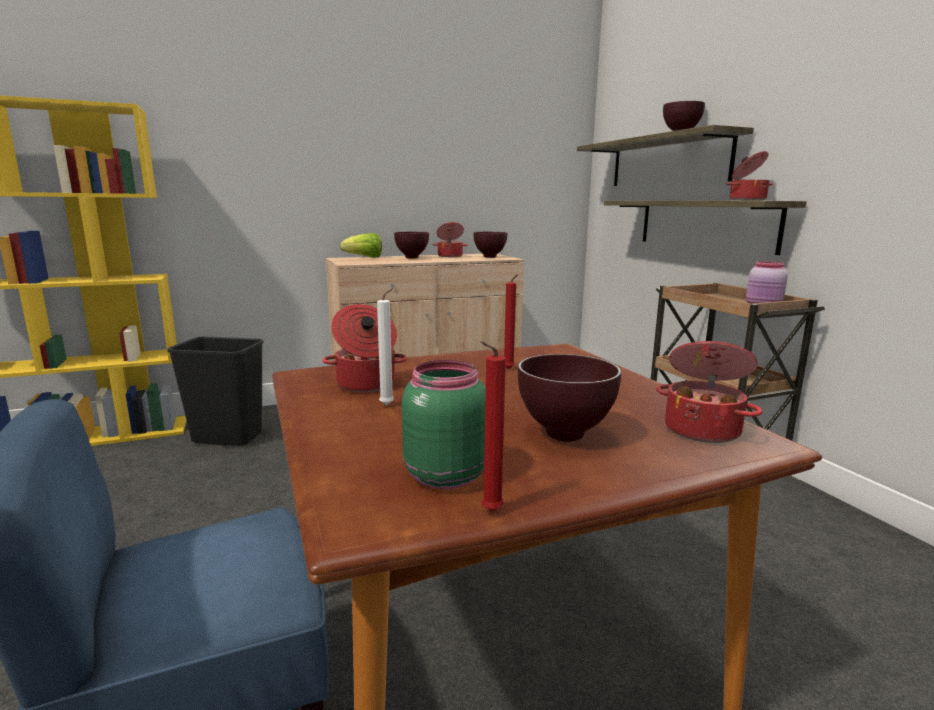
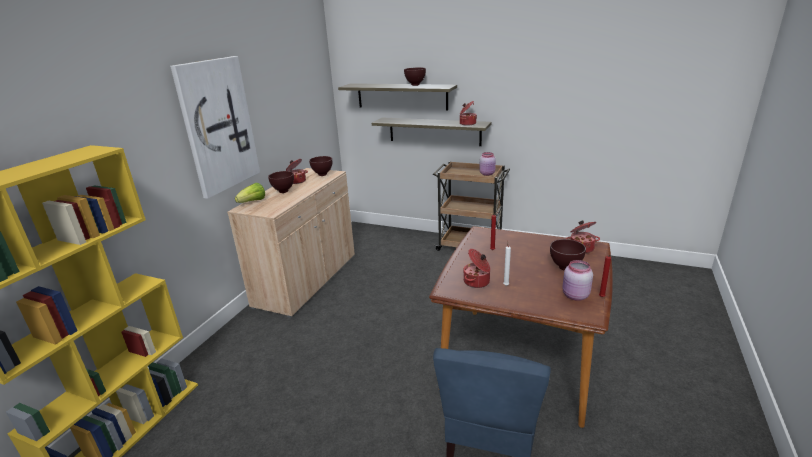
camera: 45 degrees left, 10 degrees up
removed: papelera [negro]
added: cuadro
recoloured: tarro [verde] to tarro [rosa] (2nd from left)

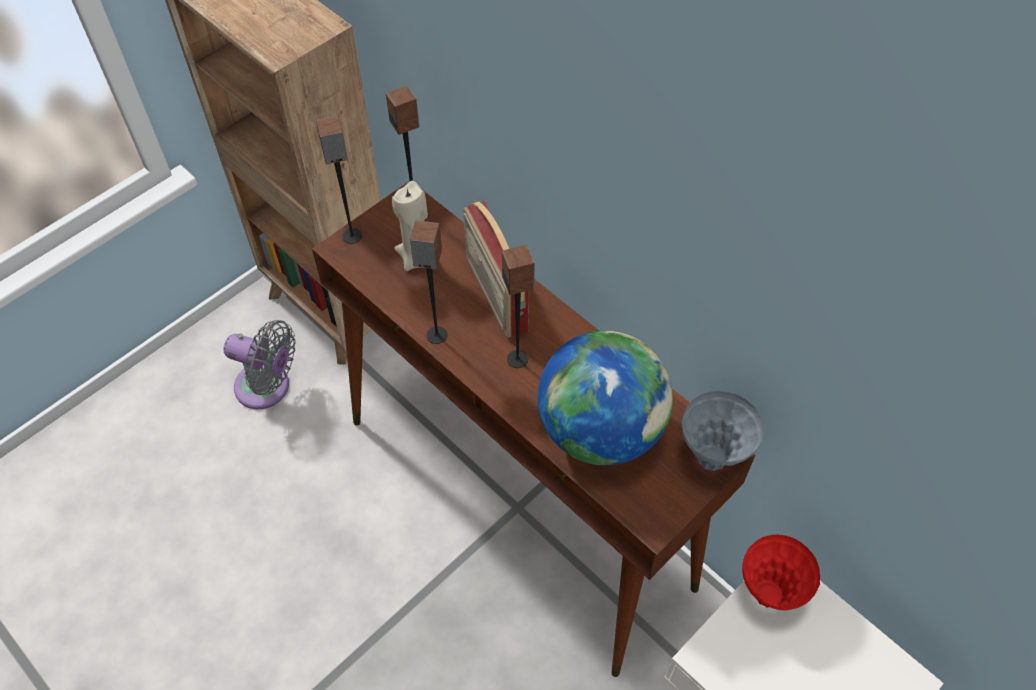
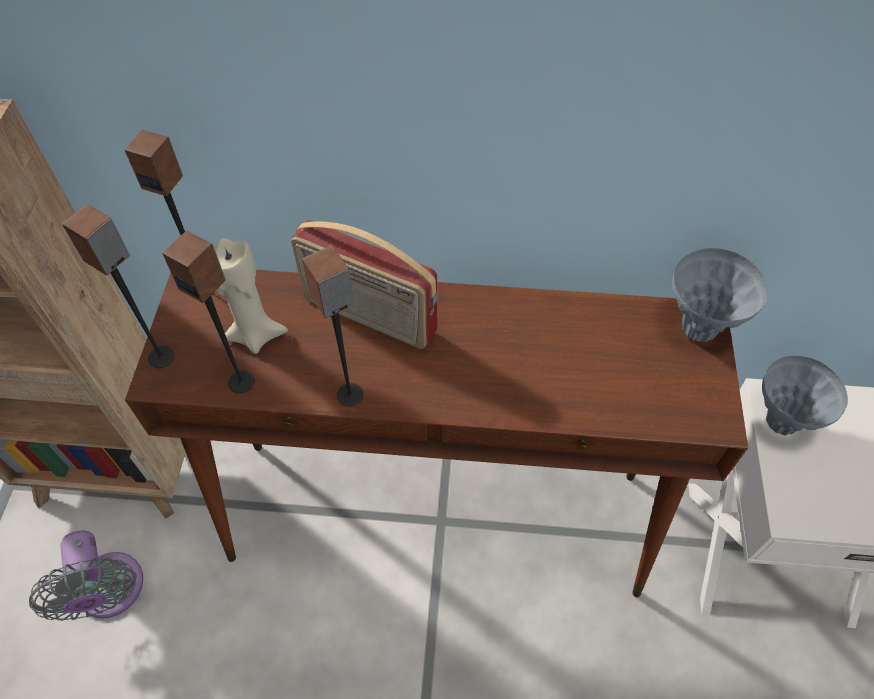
camera: 40 degrees left, 0 degrees up
removed: globo terráqueo
moved: altavoz (4th from left in the first image) to altavoz (3rd from left)
recoloured: florero [rojo] to florero [gris] (2nd from left)
turned: ventilador [gris] 90 degrees clockwise

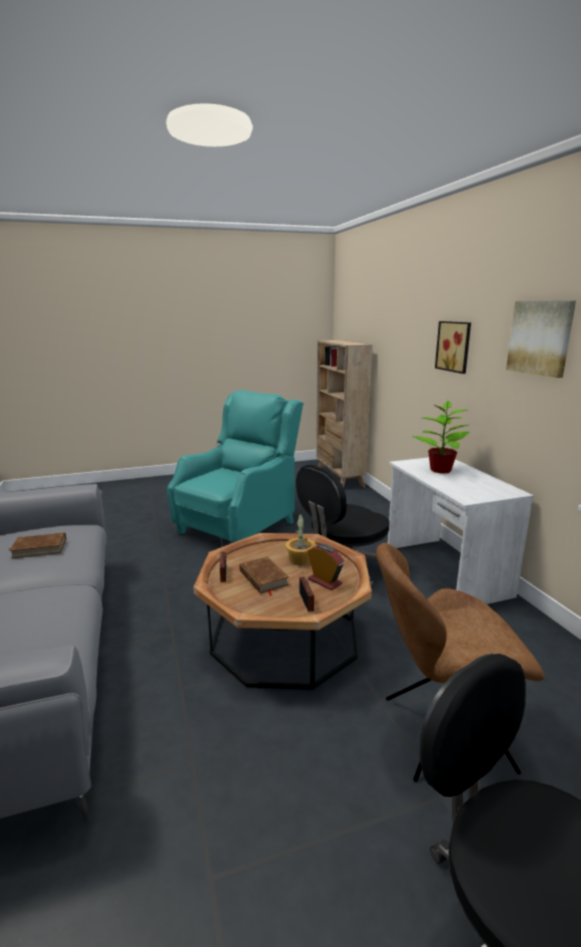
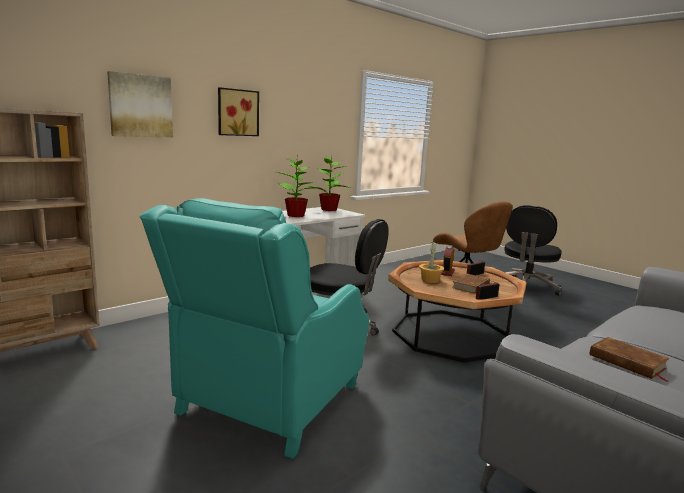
camera: 115 degrees left, 5 degrees down
added: planta en maceta (2nd from left)
moved: cuadro (2nd from left in the first image) to cuadro (1st from left)
turned: sillón [turquesa] 75 degrees counterclockwise

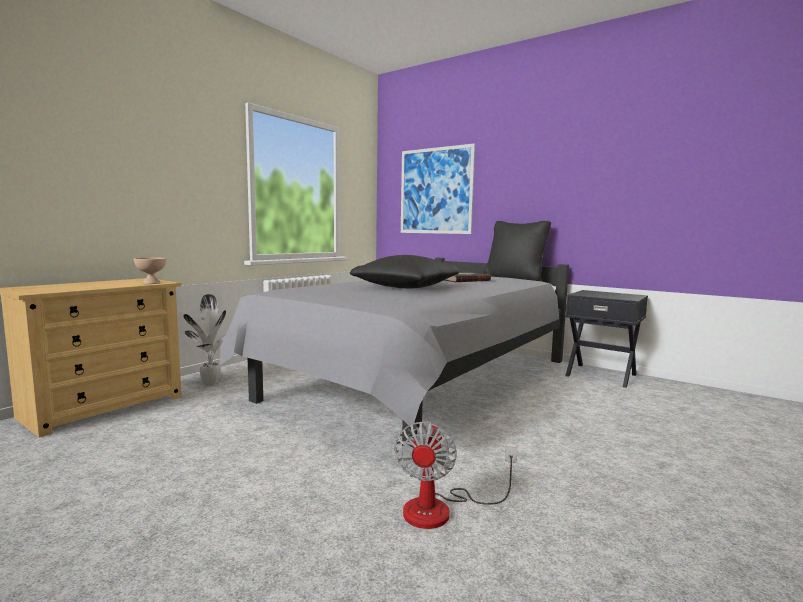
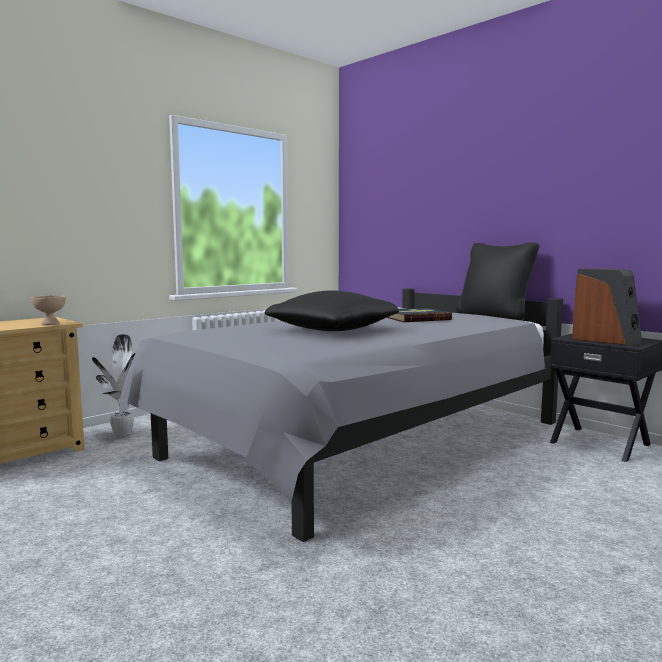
camera: 10 degrees right, 0 degrees up
removed: cuadro; ventilador
added: altavoz

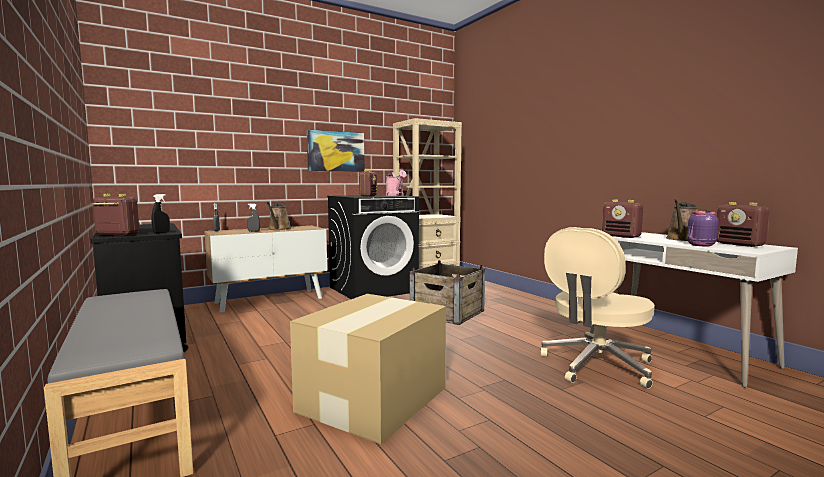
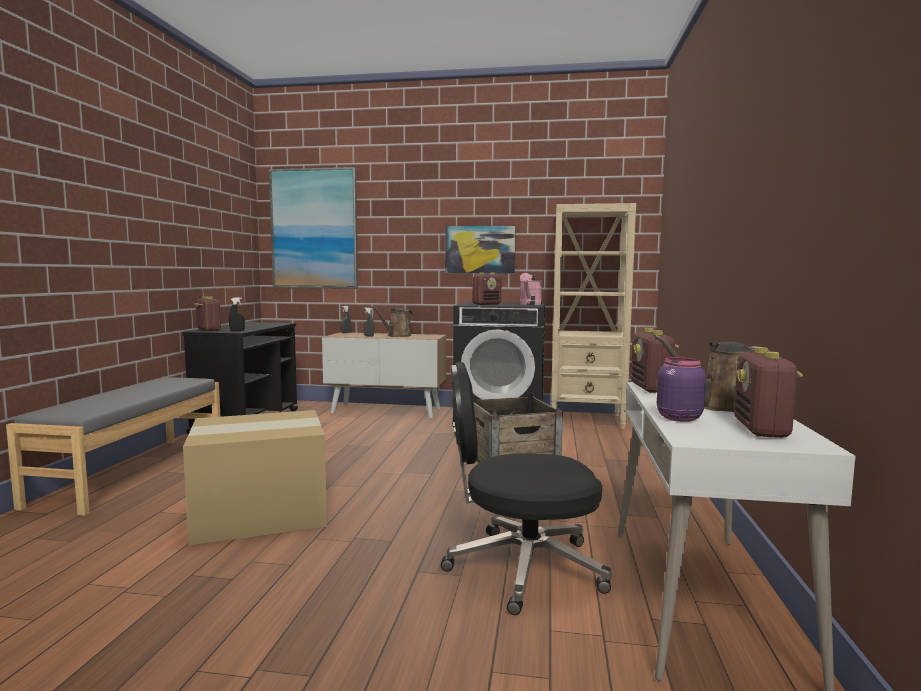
camera: 40 degrees right, 0 degrees up
added: cuadro (1st from left)
recoloured: silla de oficina [beis] to silla de oficina [negro]

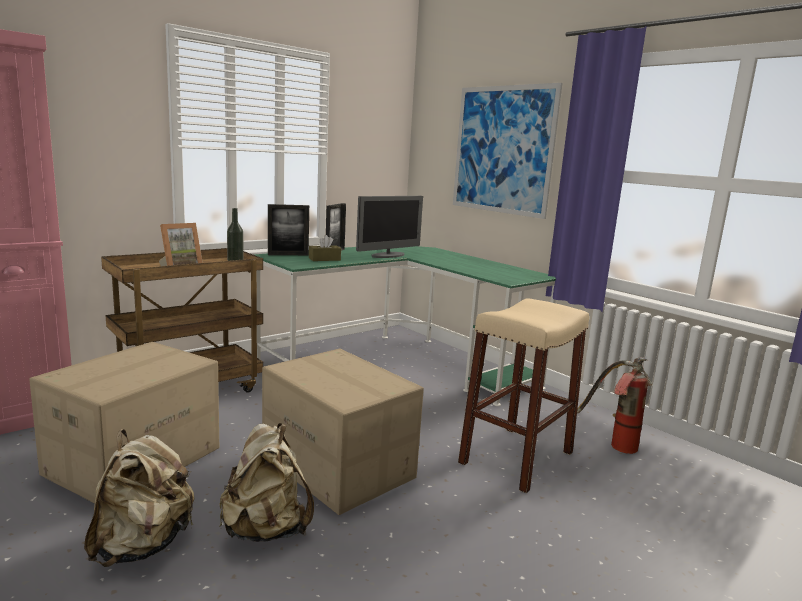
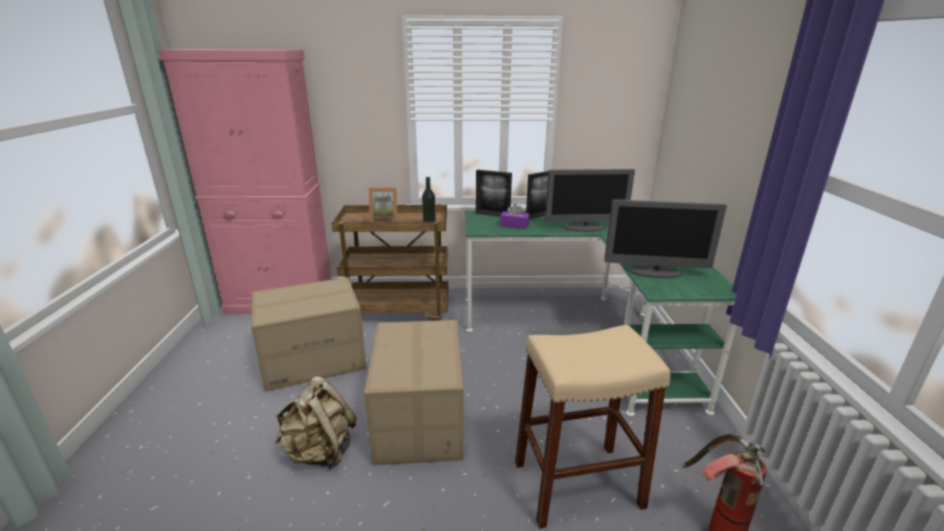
camera: 40 degrees right, 10 degrees up
removed: cuadro; mochila [beis] (1st from left)
added: monitor (2nd from left)
recoloured: caja de pañuelos [marrón] to caja de pañuelos [morado]

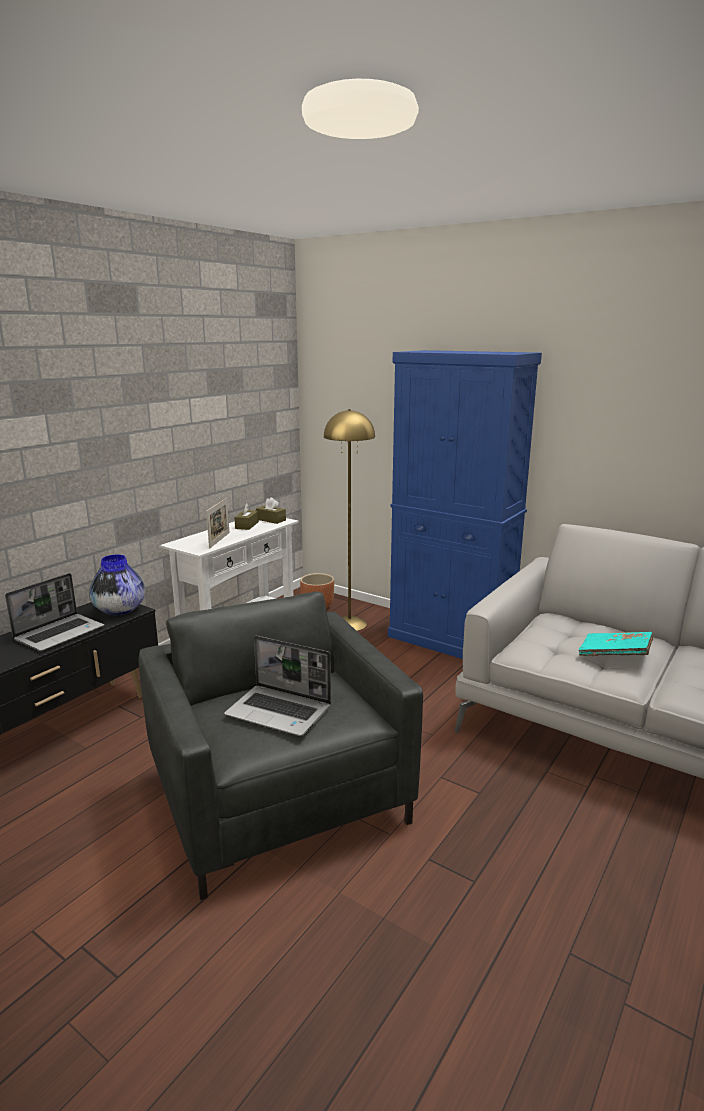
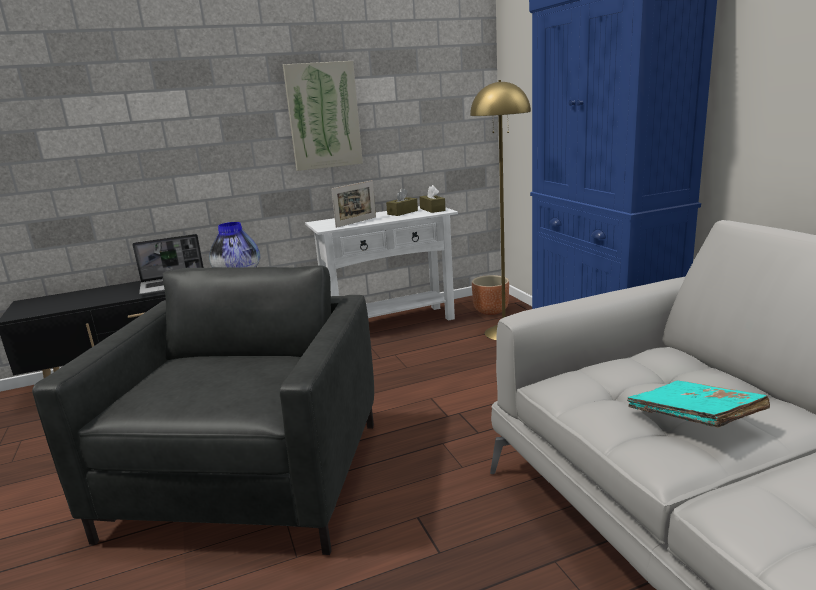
camera: 35 degrees right, 0 degrees up
removed: portátil (2nd from left)
added: cuadro

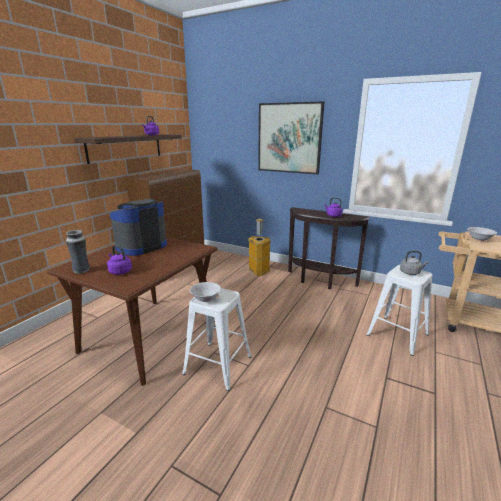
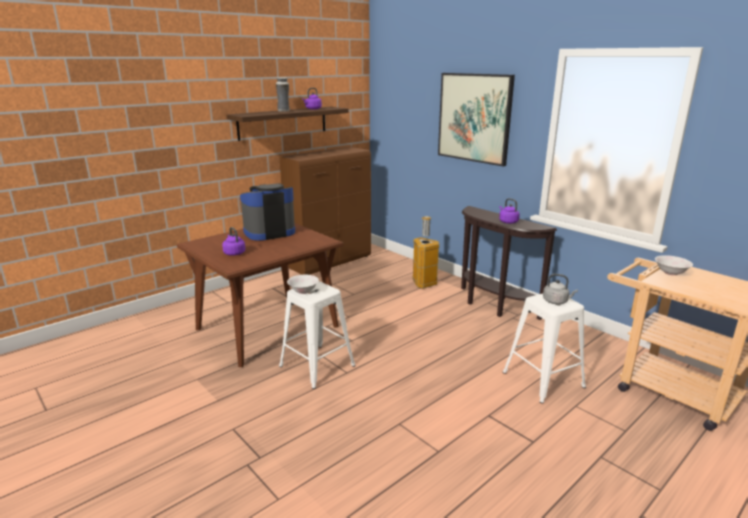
camera: 20 degrees right, 0 degrees up
moved: florero

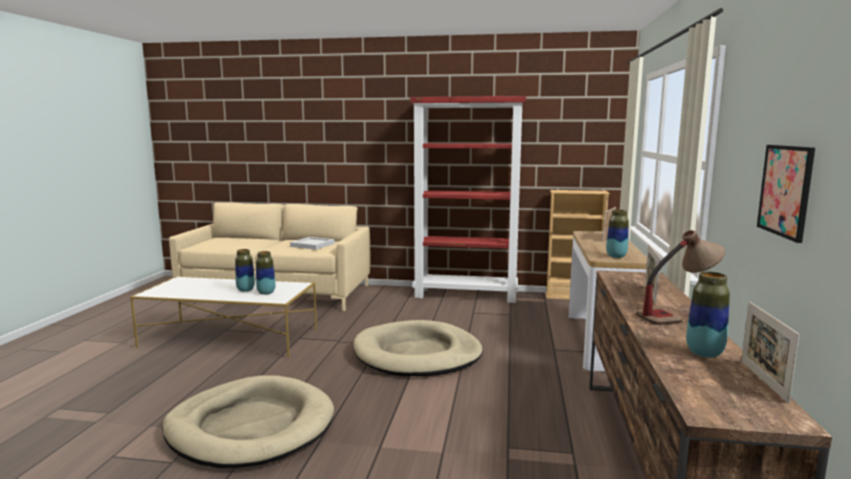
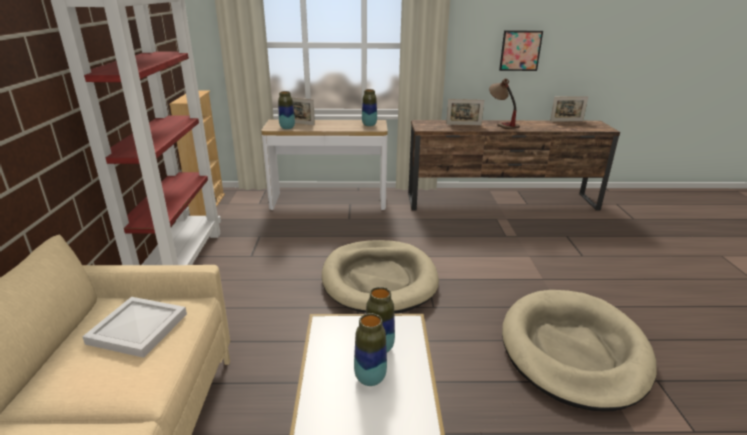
camera: 100 degrees left, 15 degrees up
moved: florero (4th from left in the first image) to florero (1st from left)

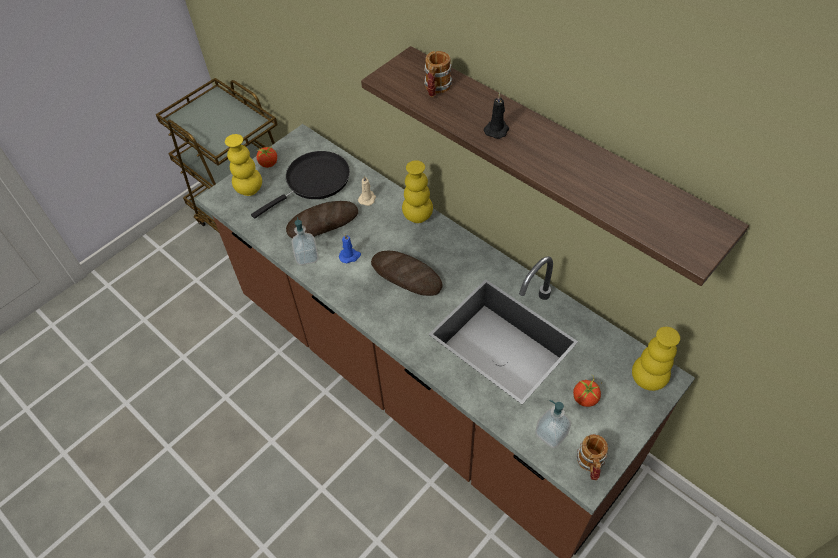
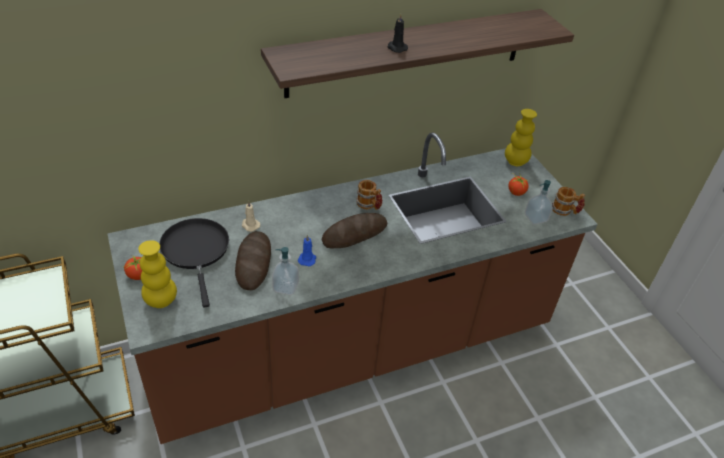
camera: 70 degrees left, 10 degrees down
removed: florero [amarillo] (2nd from left)
moved: taza grande (1st from left)

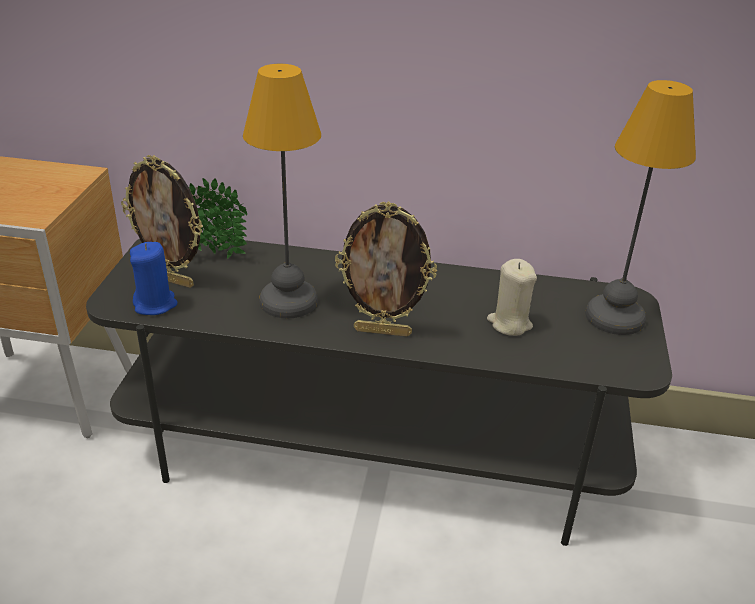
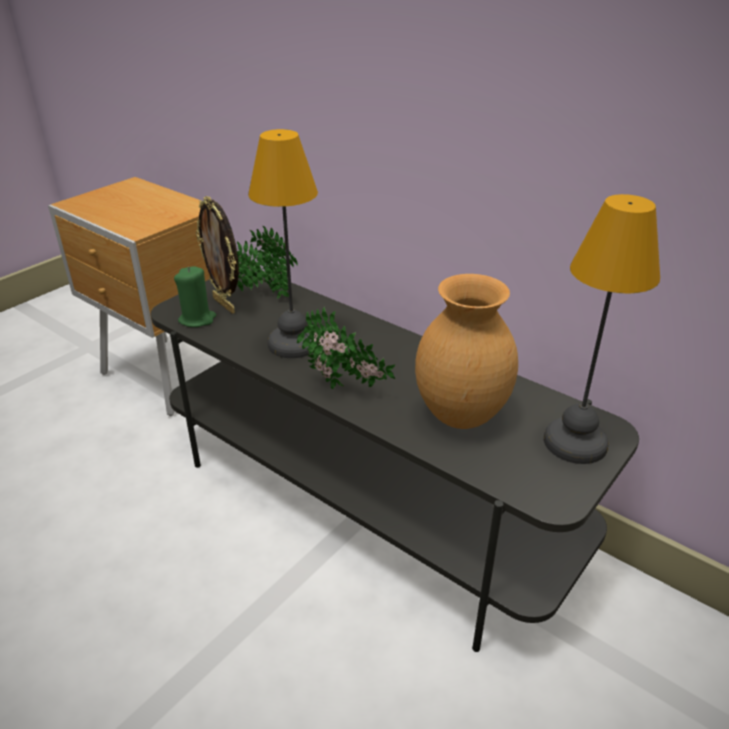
camera: 30 degrees right, 0 degrees up
replaced: portarretratos (2nd from left) to planta en maceta (2nd from left); vela [beis] to florero [marrón]
recoloured: vela [azul] to vela [verde]

